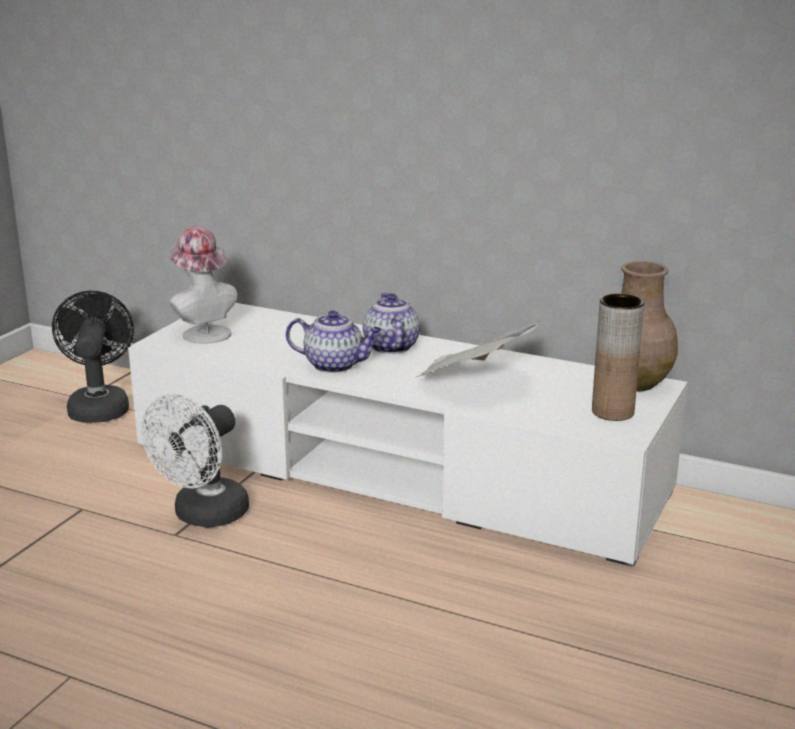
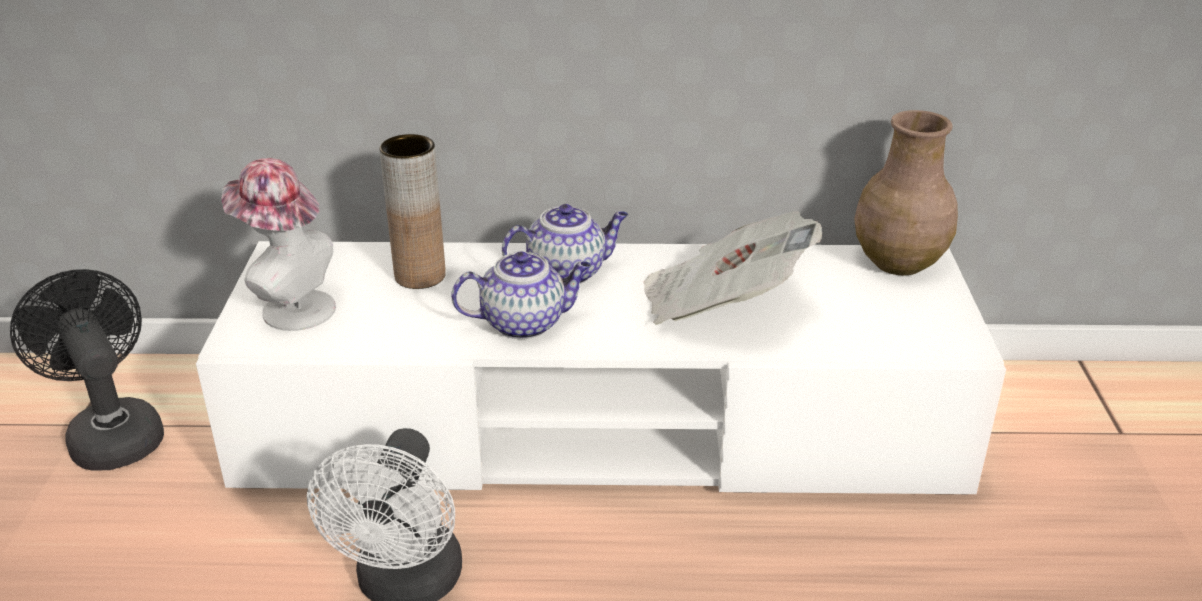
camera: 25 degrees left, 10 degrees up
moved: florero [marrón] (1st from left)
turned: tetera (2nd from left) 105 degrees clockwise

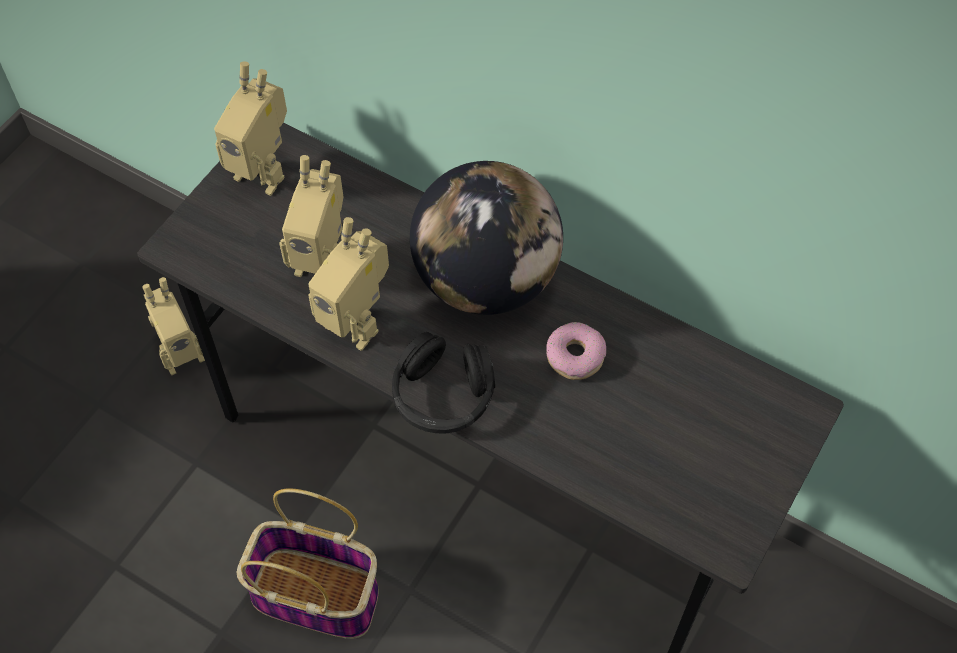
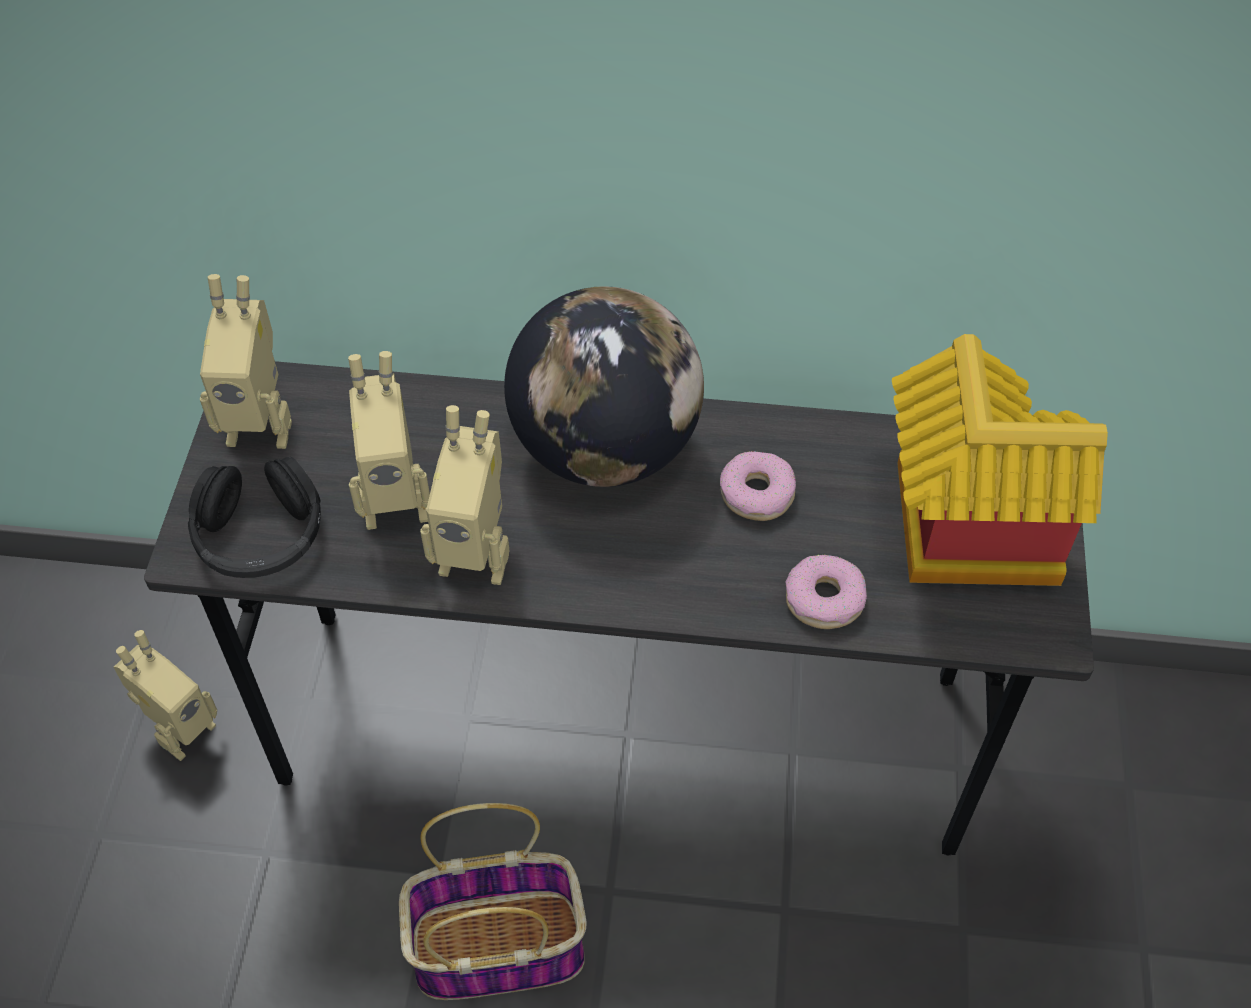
camera: 25 degrees left, 5 degrees down
added: casita; rosquilla (2nd from left)
moved: auriculares [negro]

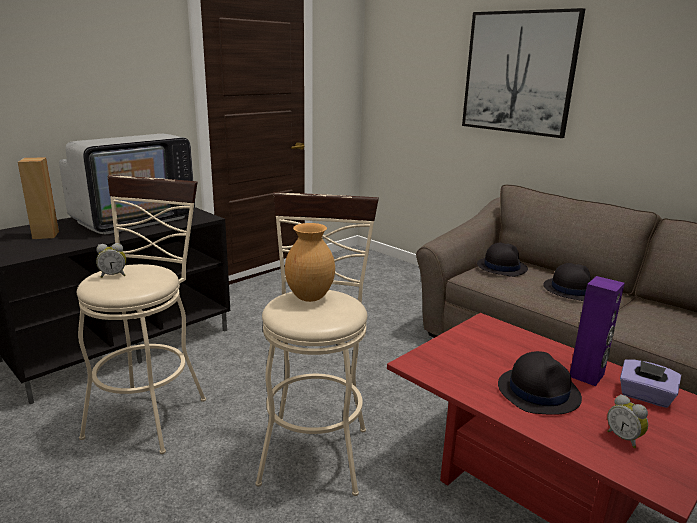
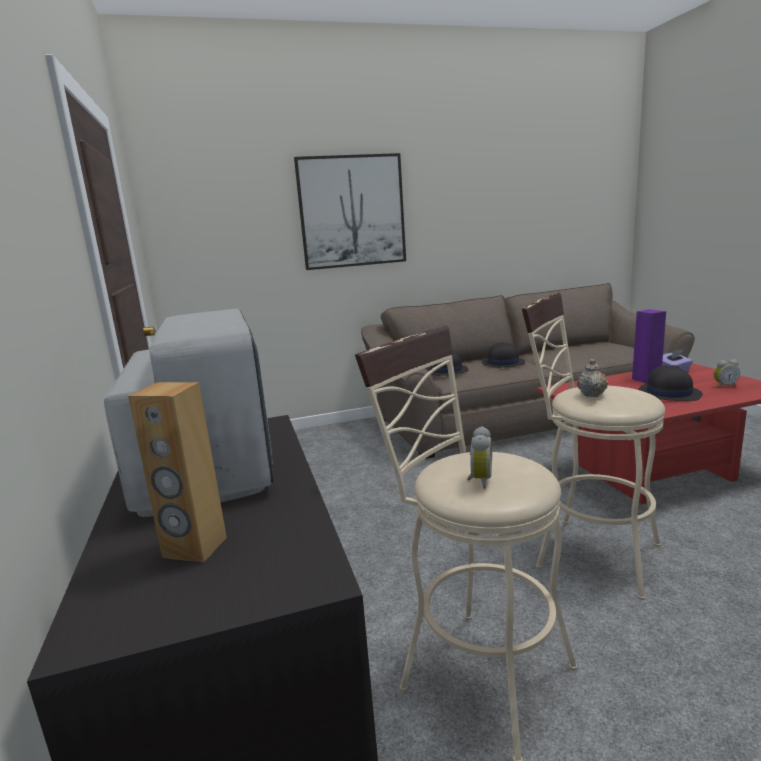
camera: 60 degrees left, 5 degrees down
replaced: florero [marrón] to tetera [beis]

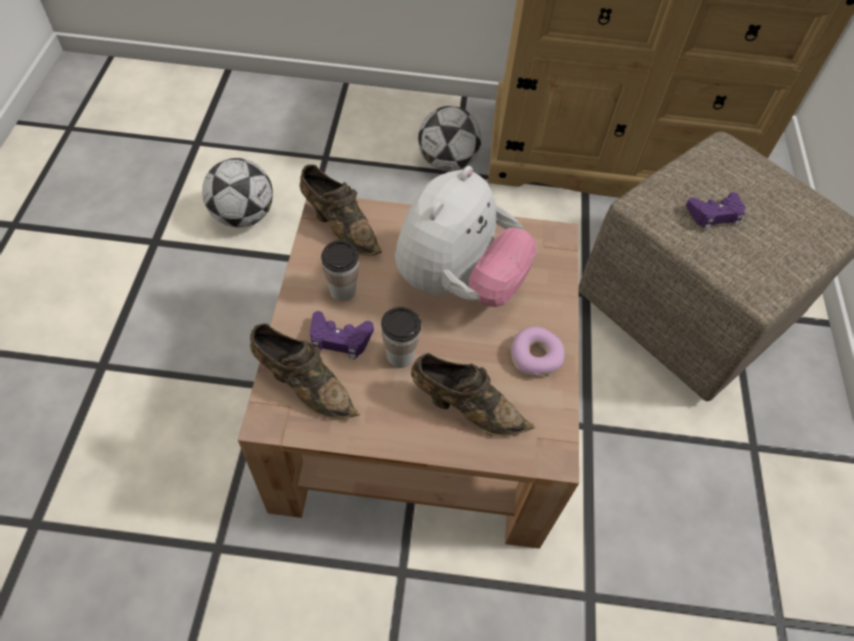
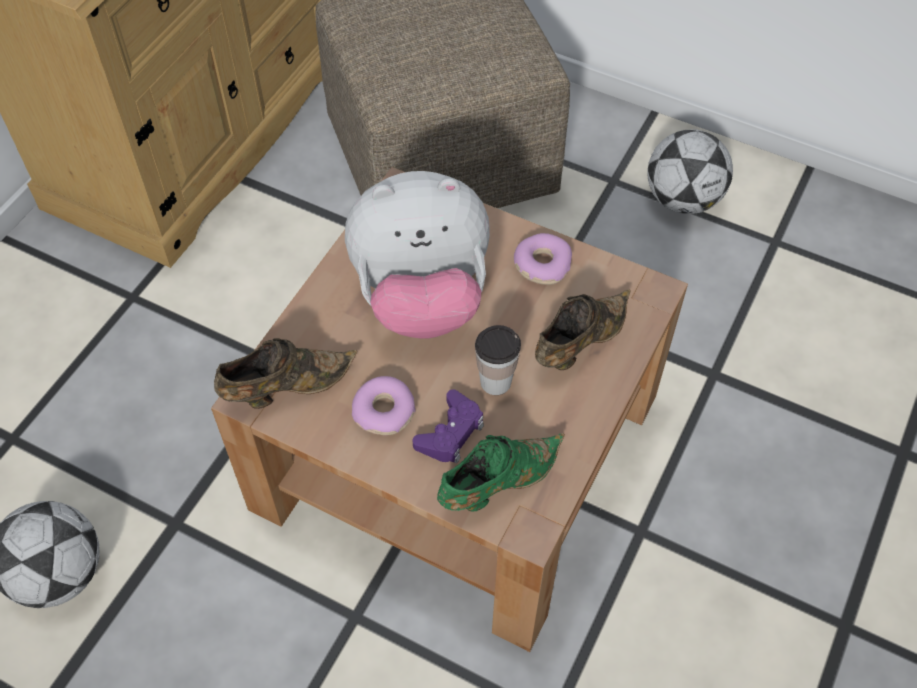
camera: 65 degrees left, 0 degrees up
removed: mando de consola [morado] (2nd from left)
moved: balón de fútbol (2nd from left)
replaced: taza (1st from left) to rosquilla (1st from left)
recoloured: zapato [marrón] (1st from left) to zapato [verde]
turned: peluche 120 degrees clockwise

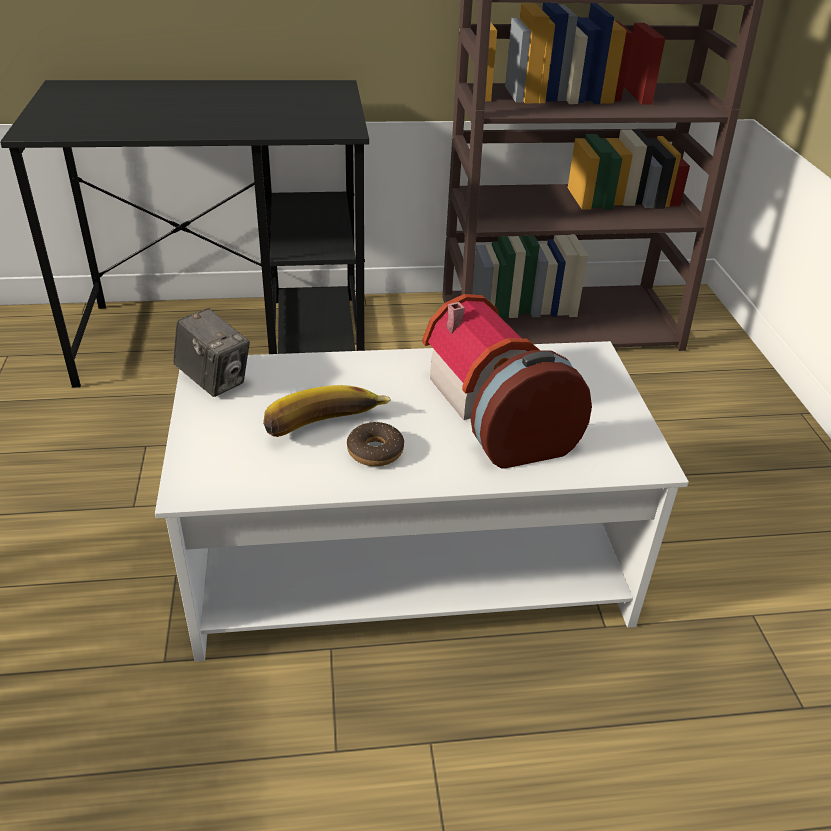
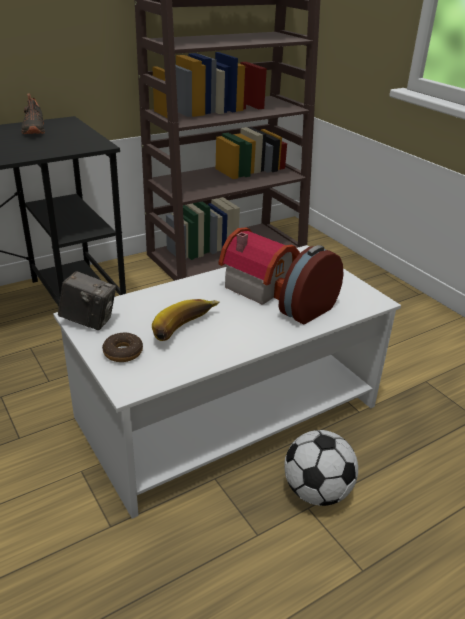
camera: 25 degrees left, 5 degrees down
added: zapato [negro]; balón de fútbol
moved: rosquilla

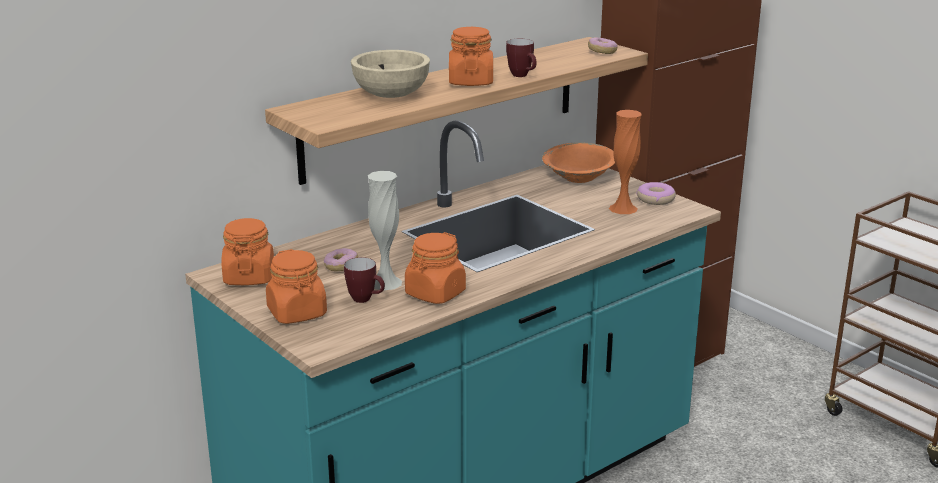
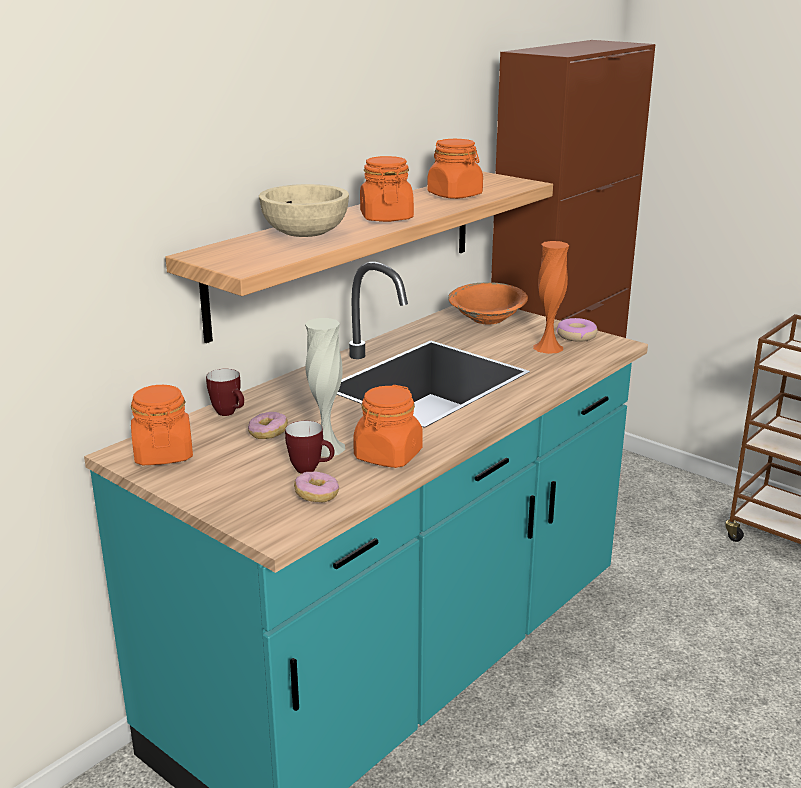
camera: 10 degrees left, 0 degrees up
moved: rosquilla (2nd from left); taza grande (2nd from left in the first image) to taza grande (1st from left); tarro [naranja] (2nd from left in the first image) to tarro [naranja] (4th from left)

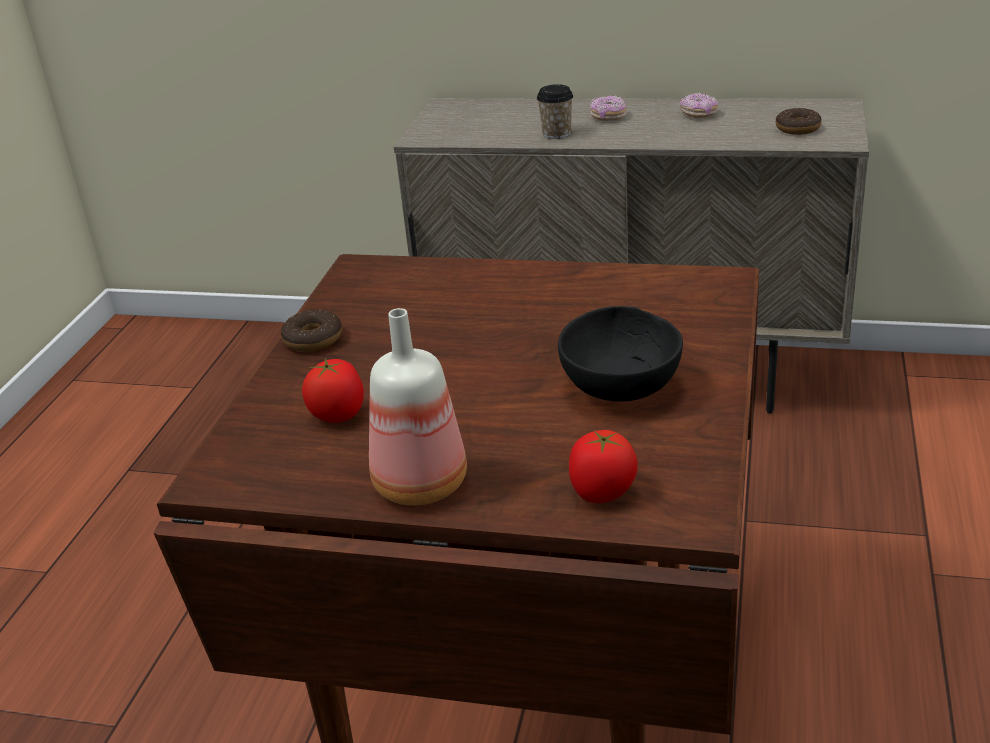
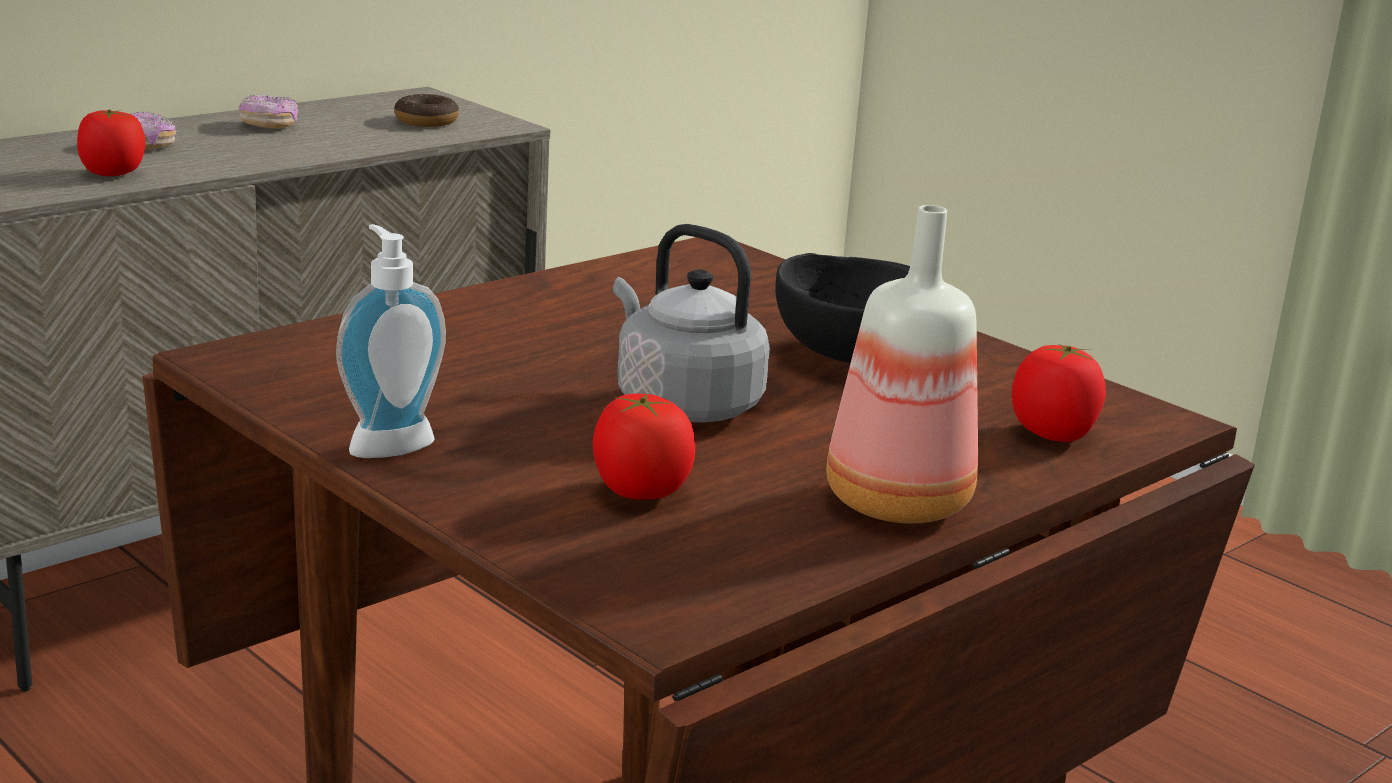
camera: 60 degrees left, 10 degrees down
added: hervidor [gris]
replaced: taza to tomate (1st from left); rosquilla (1st from left) to dispensador de jabón

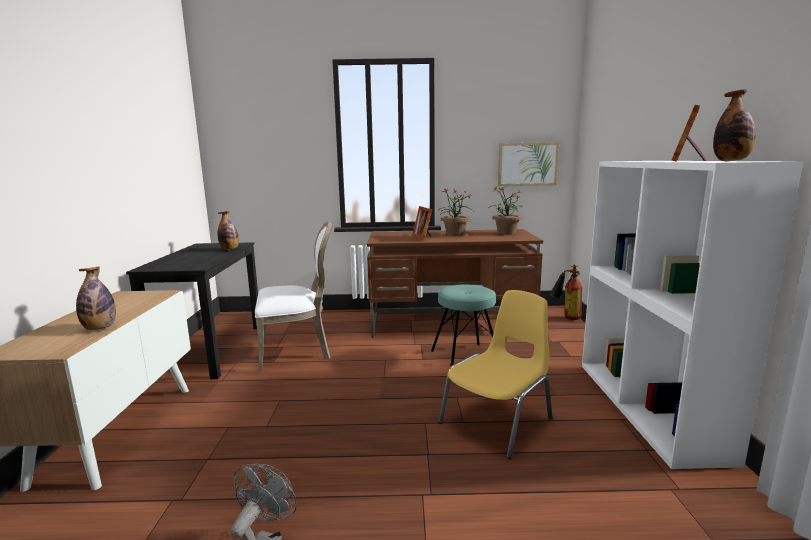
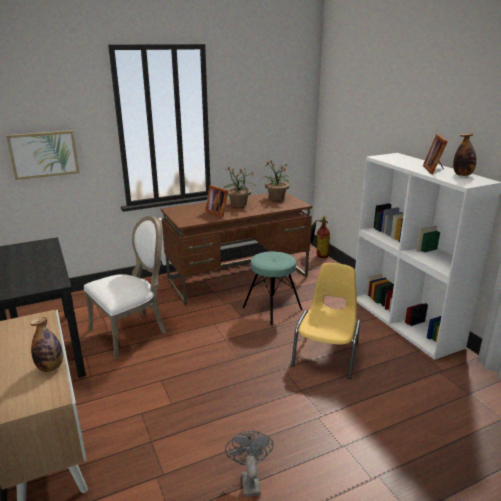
camera: 25 degrees left, 10 degrees up
removed: botella (2nd from left)
moved: cuadro

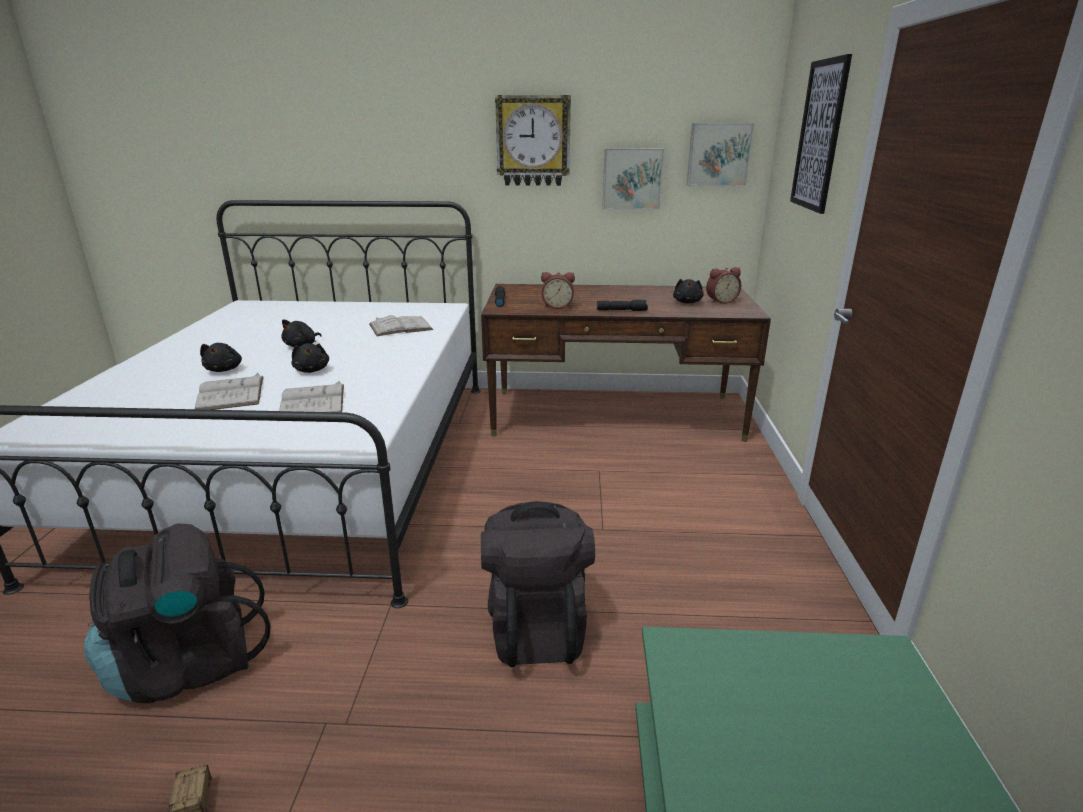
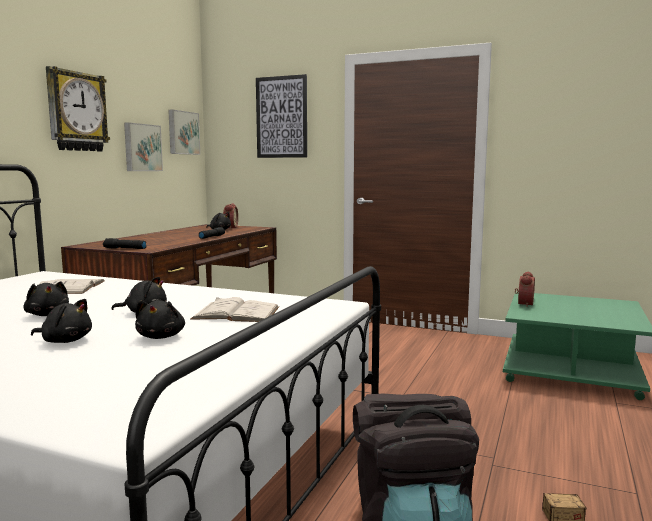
camera: 70 degrees left, 15 degrees down
removed: mochila [negro] (2nd from left)
moved: despertador (1st from left in the first image) to despertador (2nd from left)
replaced: libro [blanco] (1st from left) to peluche [negro] (4th from left)

